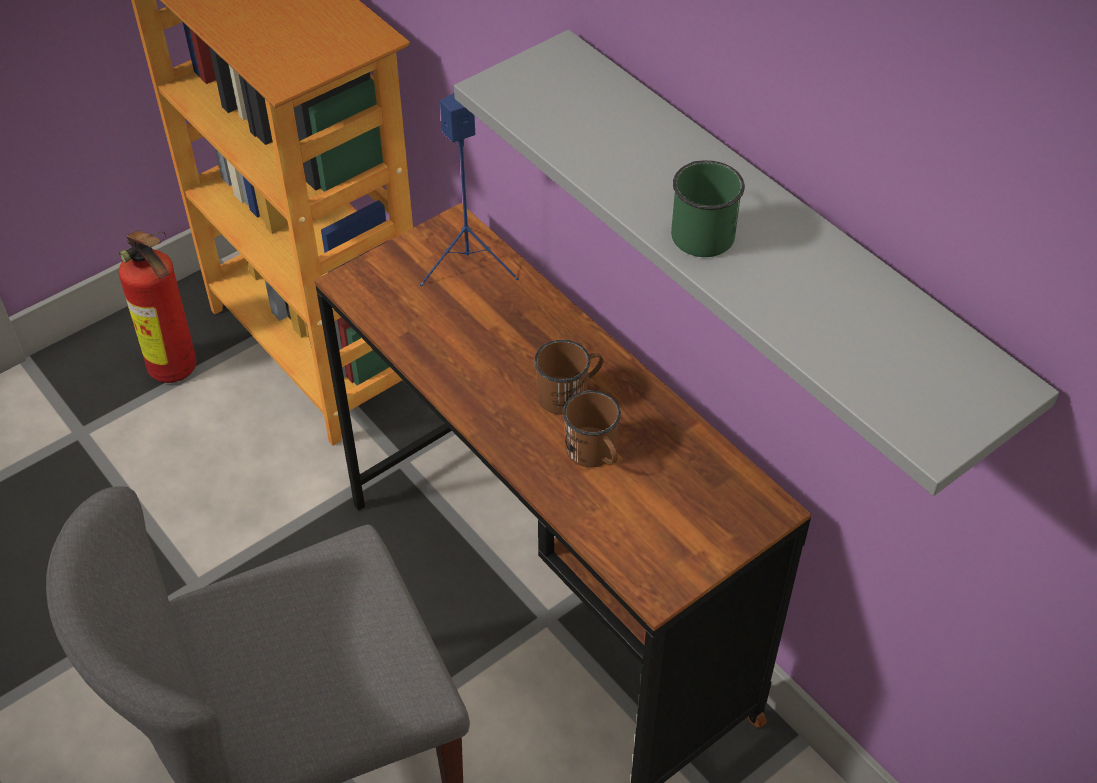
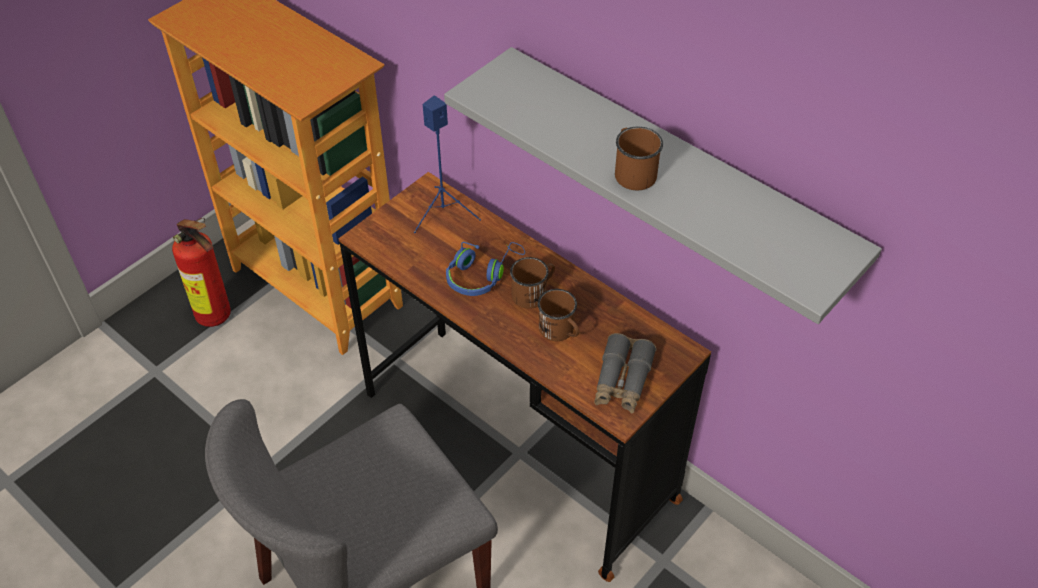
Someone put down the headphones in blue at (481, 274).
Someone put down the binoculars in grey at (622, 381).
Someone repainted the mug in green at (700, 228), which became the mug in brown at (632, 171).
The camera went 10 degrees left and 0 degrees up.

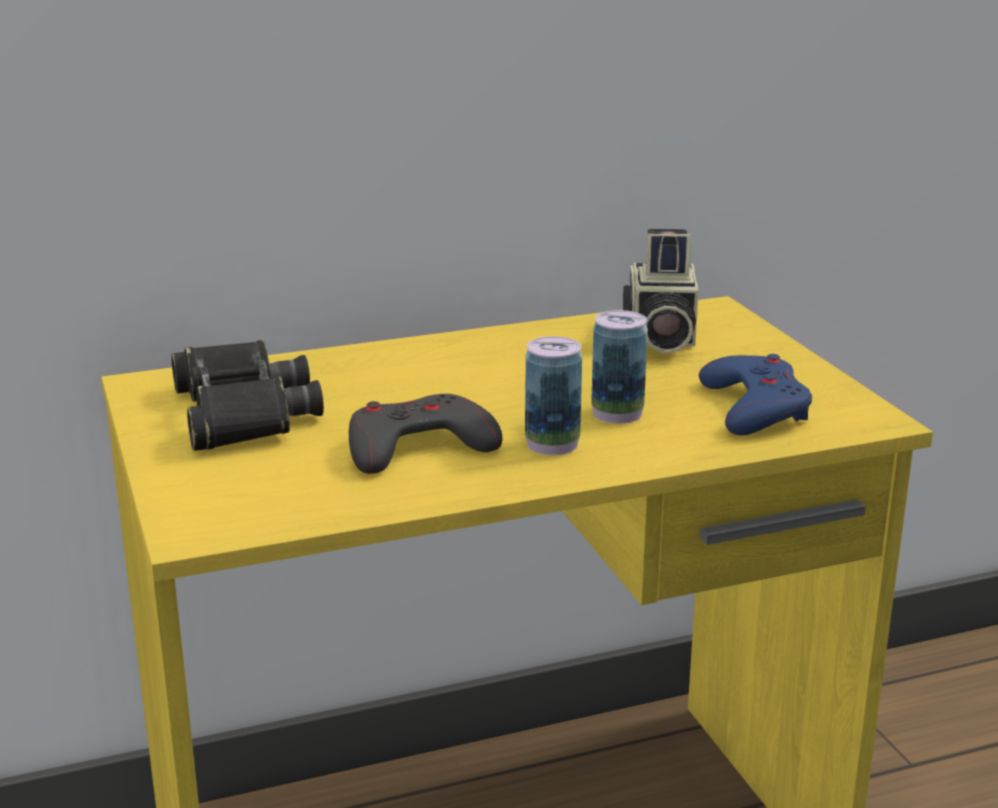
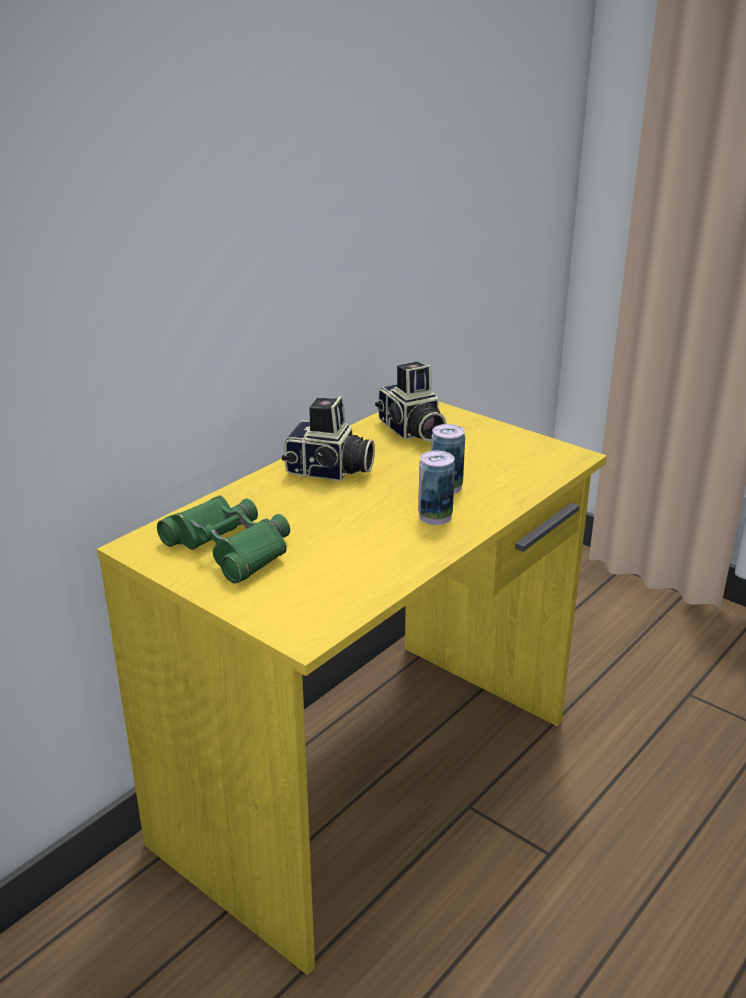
Someone took away the game controller in grey at (418, 447).
Someone took away the game controller in blue at (754, 407).
Someone put down the photo camera at (329, 471).
Someone repainted the binoculars in black at (241, 412), which became the binoculars in green at (229, 548).
The camera went 30 degrees left and 5 degrees up.

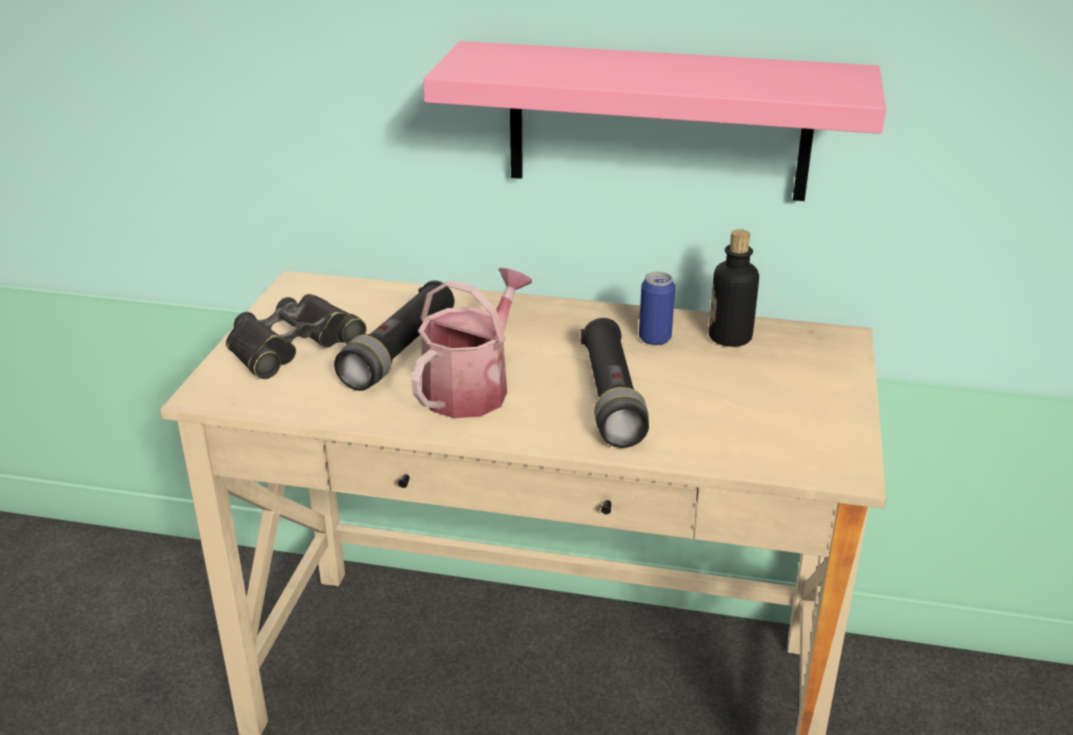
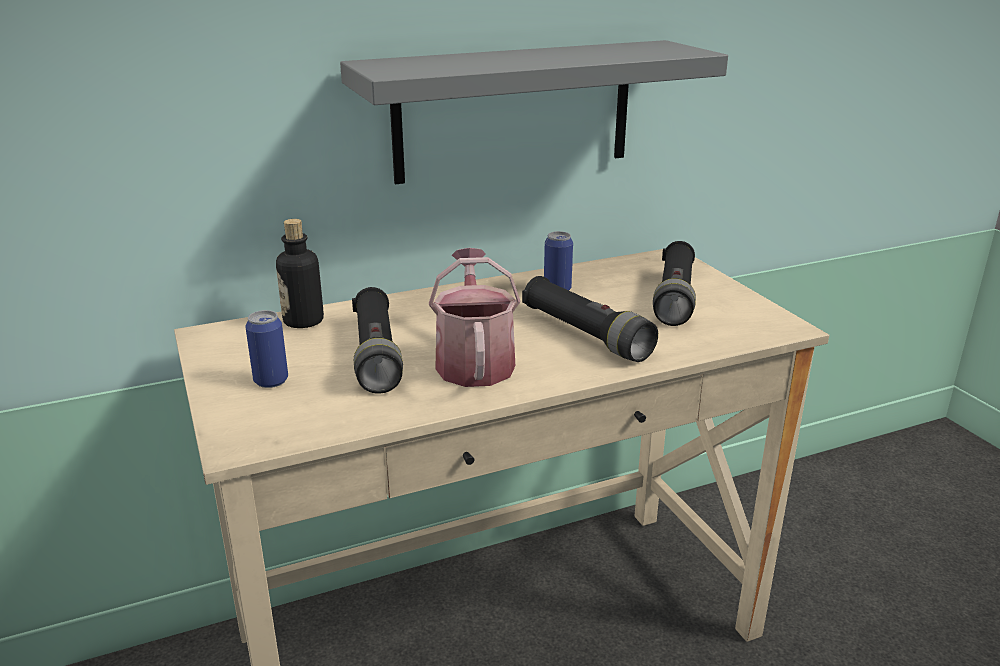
Someone put down the flashlight in black at (674, 297).
Someone carried the bottle from (730, 337) to (303, 321).
Someone swapped the binoculars in black at (292, 346) for the can at (271, 381).
Someone repainted the shelf in pink at (658, 122), which became the shelf in grey at (514, 111).
The camera went 35 degrees left and 5 degrees down.

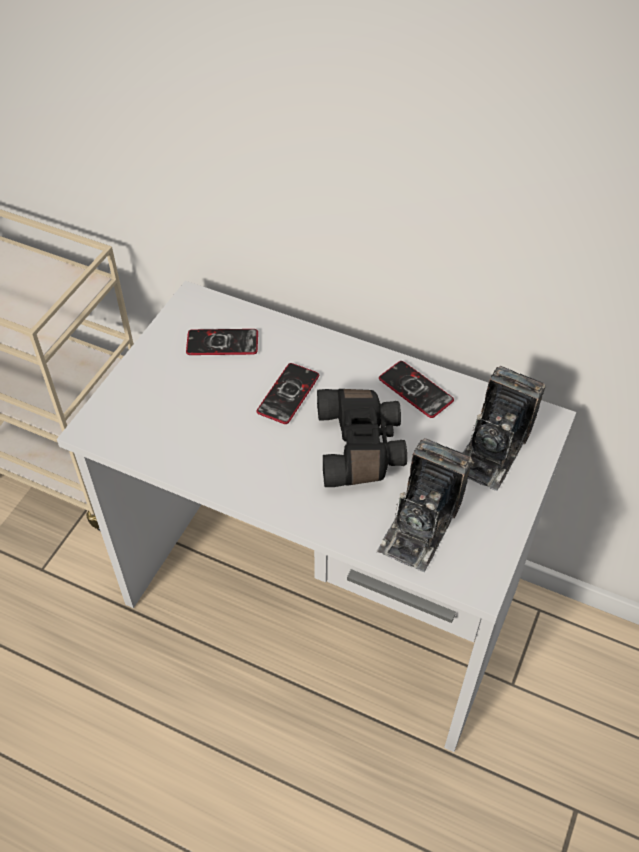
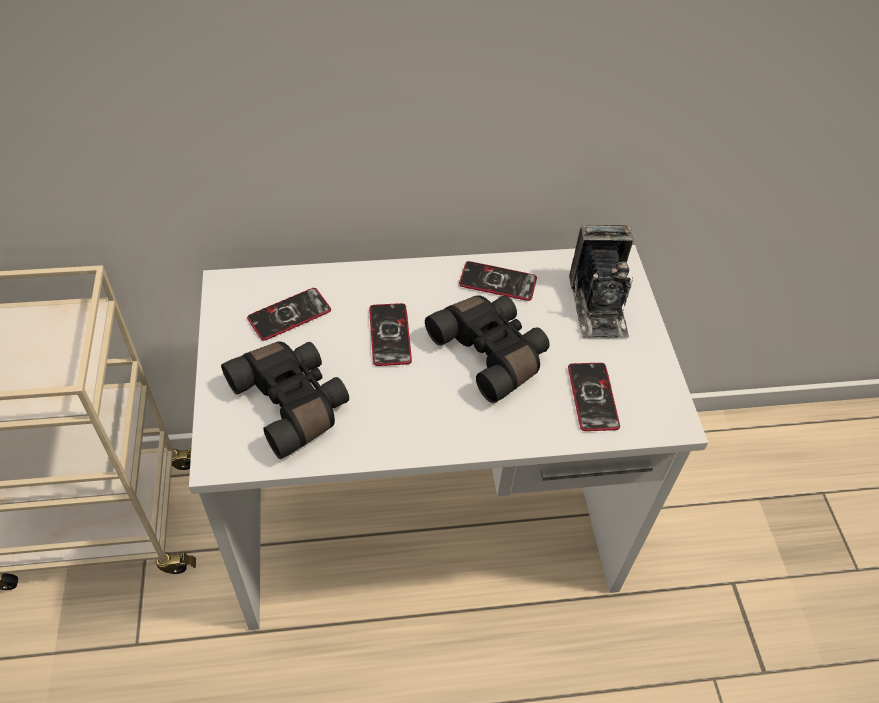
Someone put down the binoculars in black at (293, 402).
Someone swapped the photo camera at (420, 525) for the phone at (592, 397).
The camera went 35 degrees left and 0 degrees up.

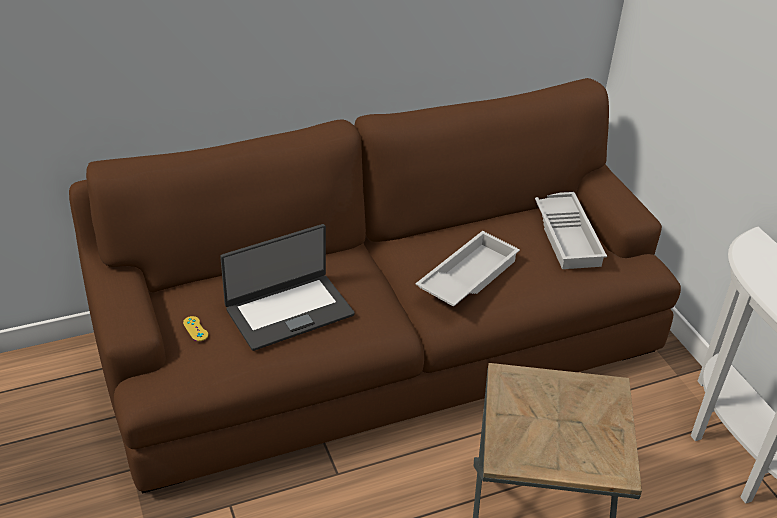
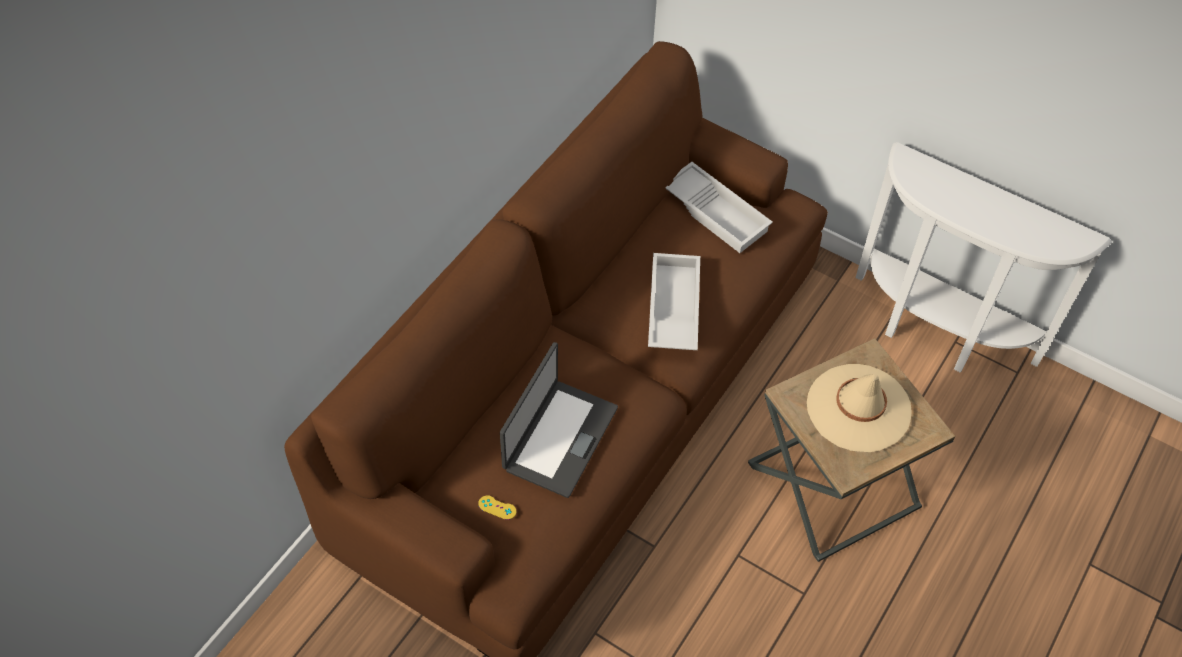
Someone put down the hat in beige at (858, 408).
The camera went 35 degrees left and 15 degrees up.

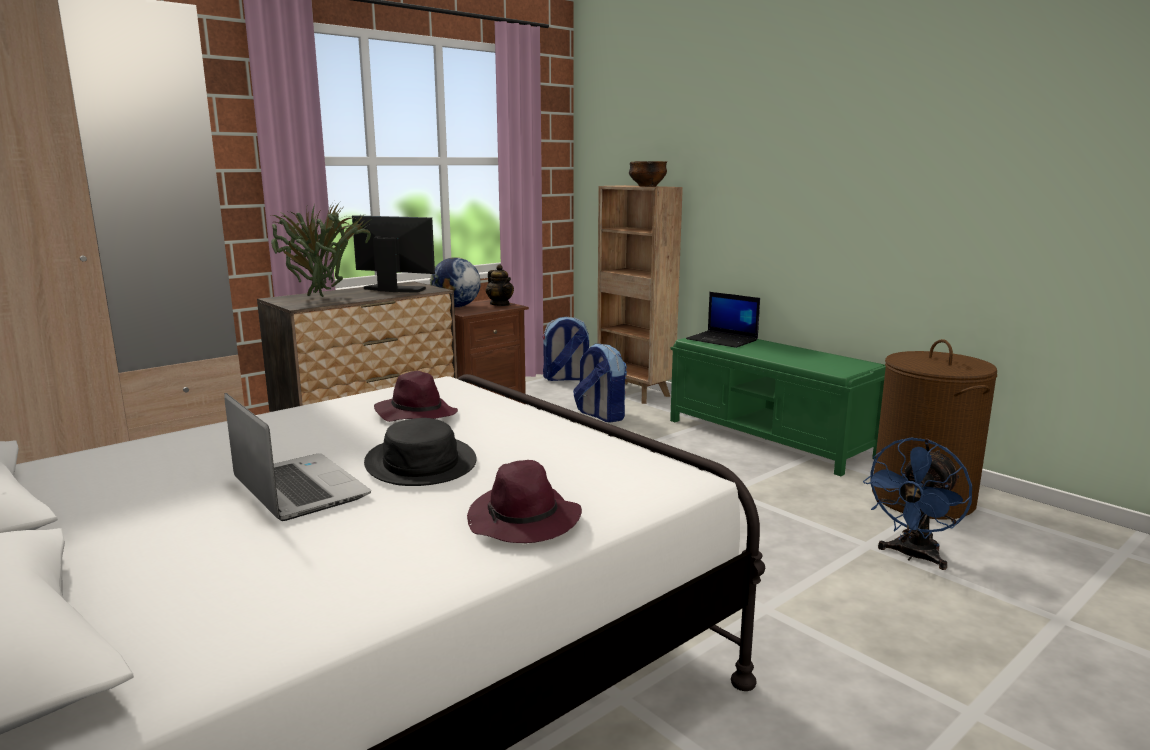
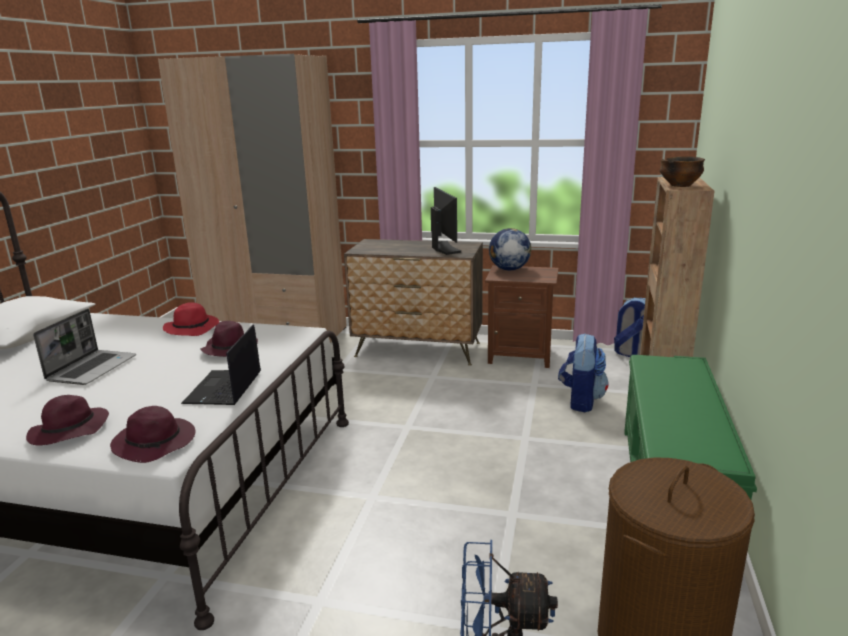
Someone took away the potted plant at (322, 297).
Someone took away the hat in black at (421, 463).
Someone took away the teapot at (500, 304).
Someone put down the hat in purple at (156, 443).
Someone put down the hat in red at (193, 328).
Someone carried the laptop from (723, 340) to (224, 388).
The camera went 55 degrees right and 5 degrees up.

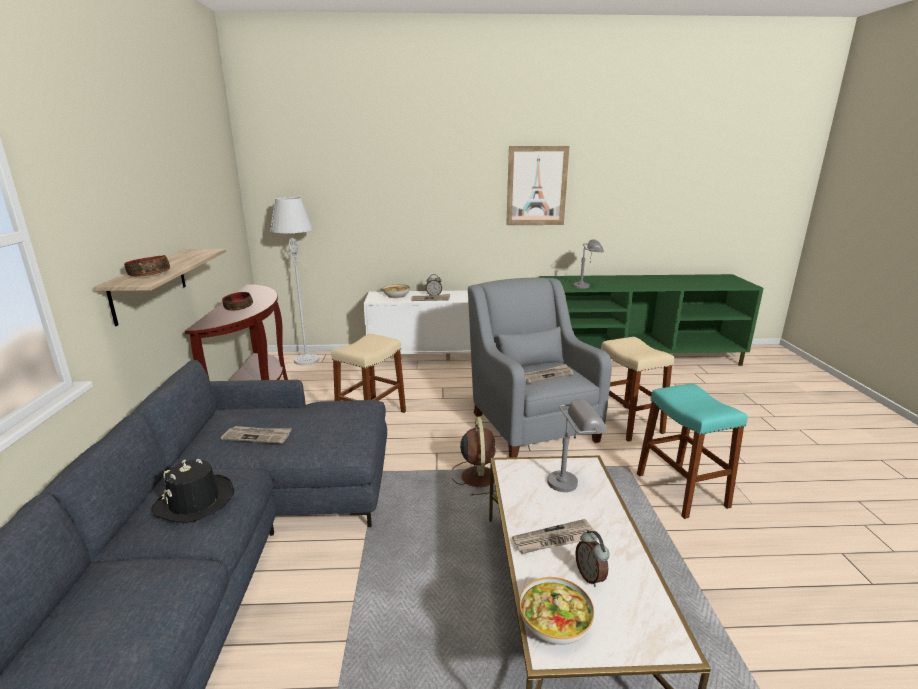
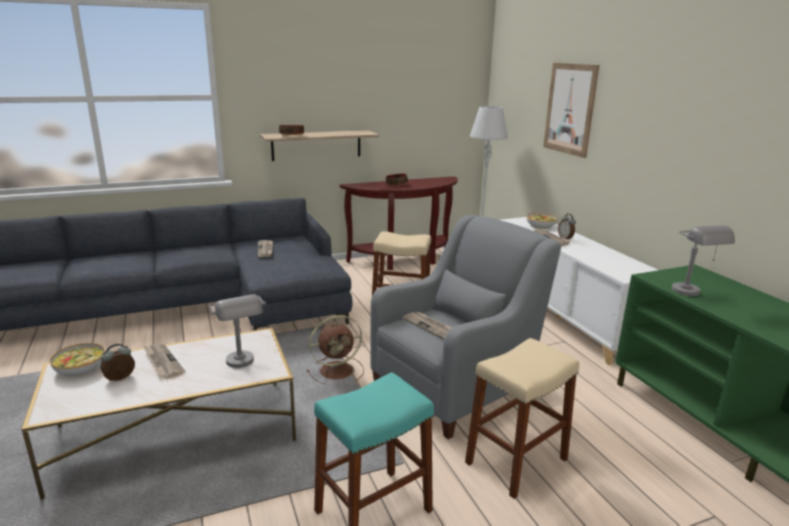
Someone took away the hat in black at (195, 502).
Someone carried the picture from (536, 186) to (570, 109).
The camera went 70 degrees right and 0 degrees up.

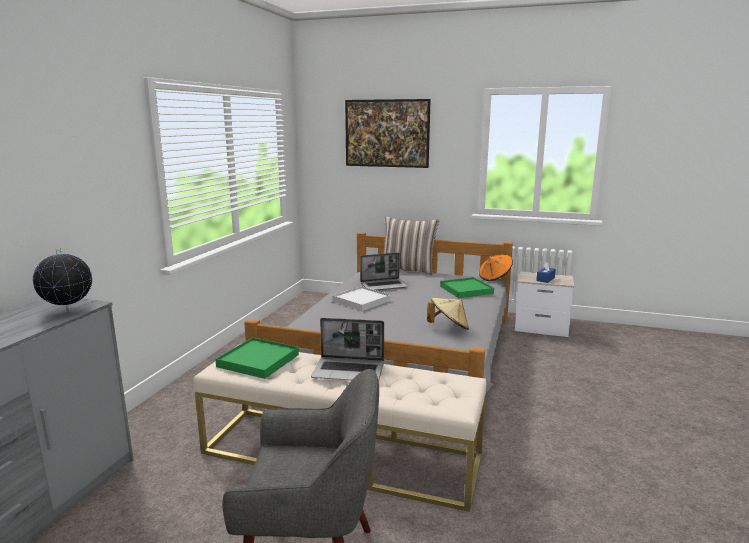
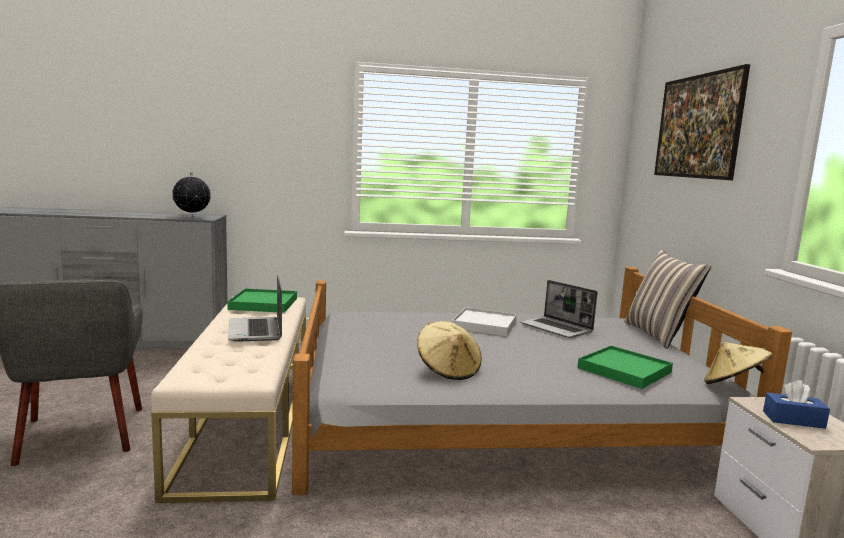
Someone repainted the hat in orange at (495, 278), which became the hat in beige at (735, 387).
The camera went 65 degrees right and 5 degrees down.

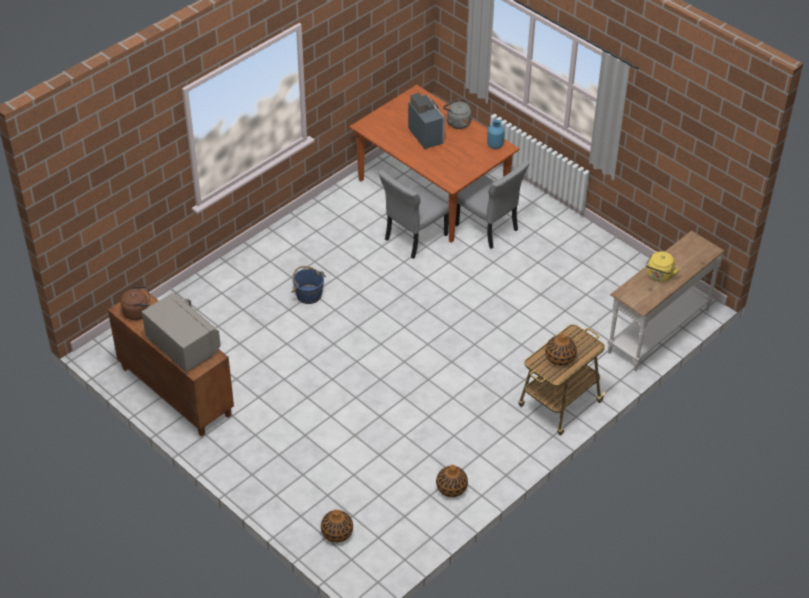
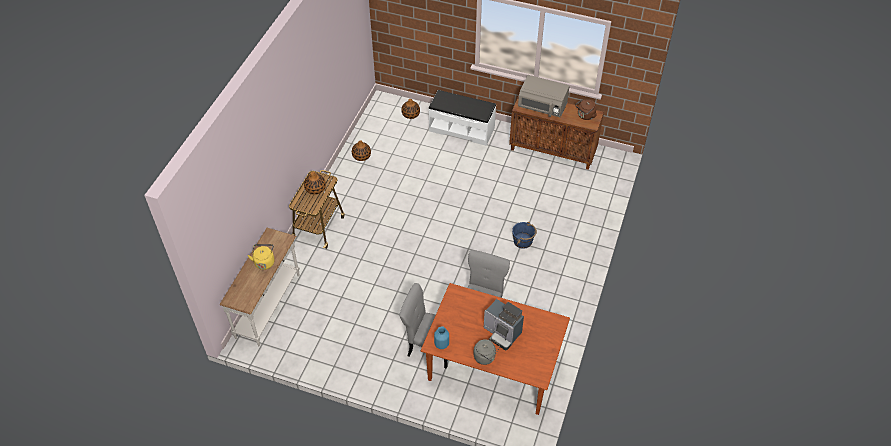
Someone put down the bench in white at (462, 129).
The camera went 155 degrees right and 5 degrees up.

